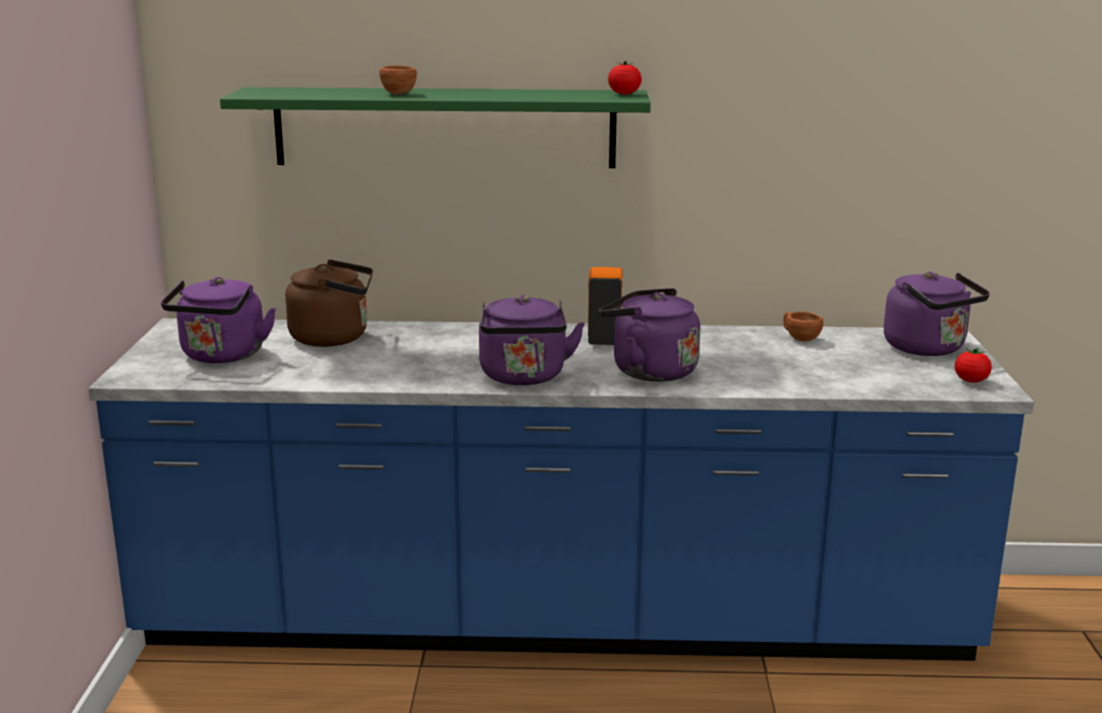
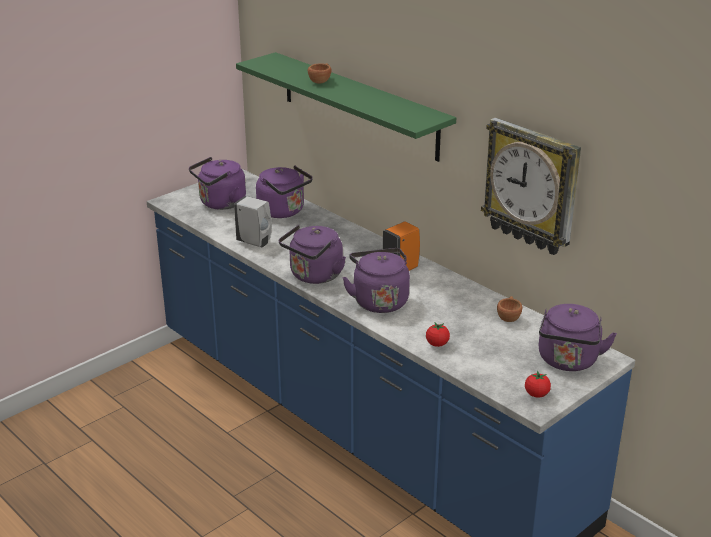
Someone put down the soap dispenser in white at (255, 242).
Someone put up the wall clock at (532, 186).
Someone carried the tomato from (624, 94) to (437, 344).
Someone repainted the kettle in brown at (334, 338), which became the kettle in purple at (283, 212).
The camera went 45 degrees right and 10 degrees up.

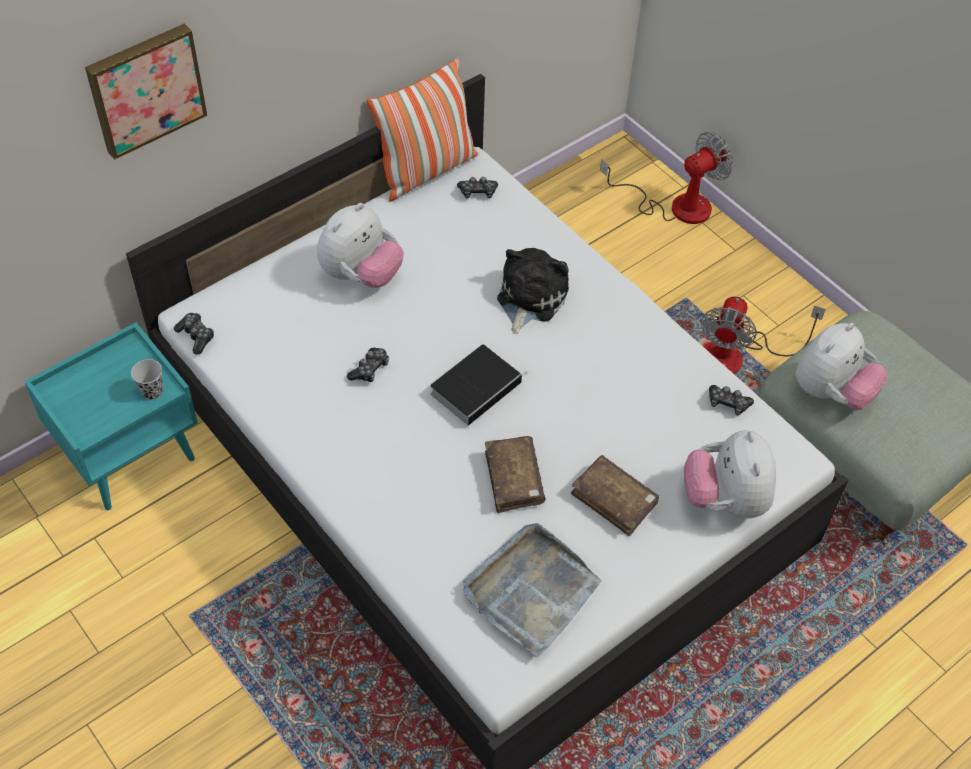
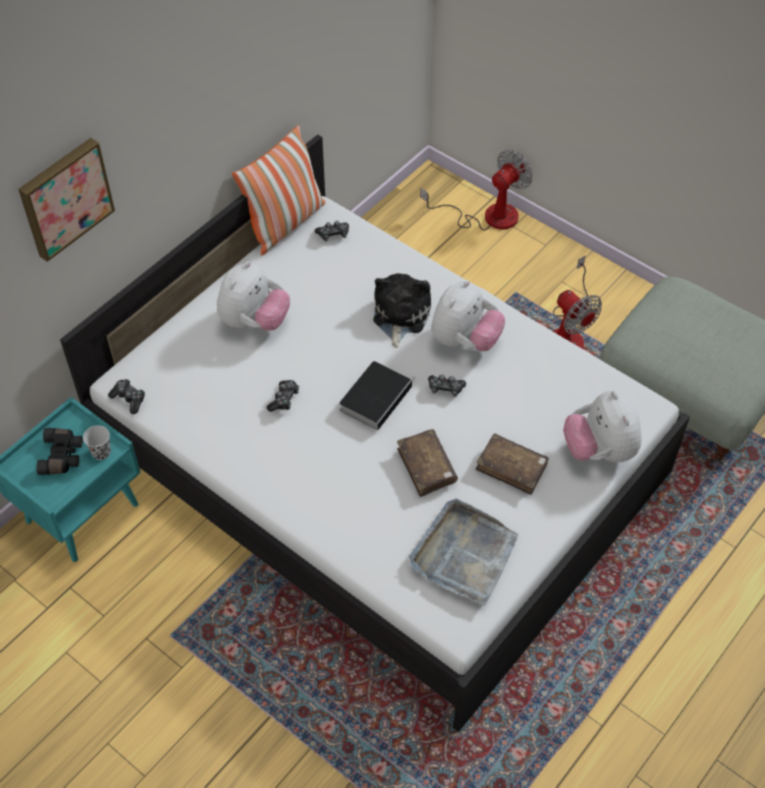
Someone put down the binoculars in black at (63, 456).
Someone carried the game controller from (728, 404) to (445, 388).
Someone carried the plush toy from (831, 392) to (464, 340).
Someone rotated the fan at (736, 356) by 45 degrees counterclockwise.
The camera went 10 degrees left and 0 degrees up.

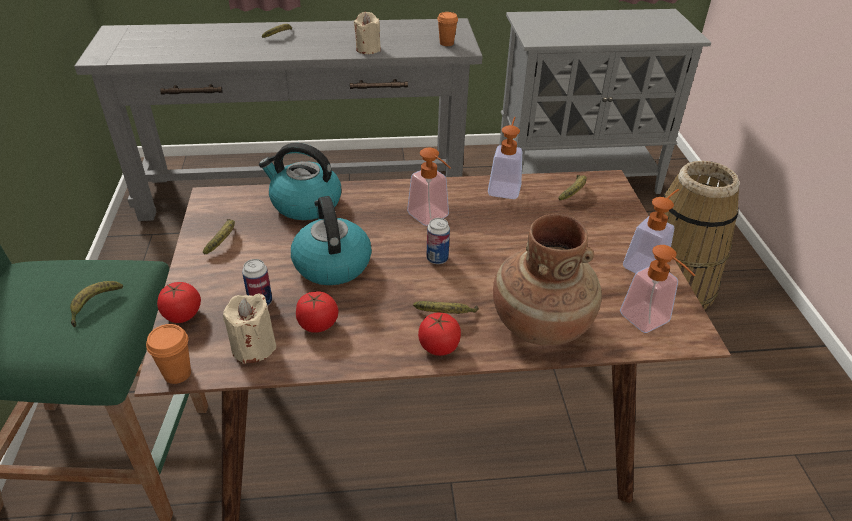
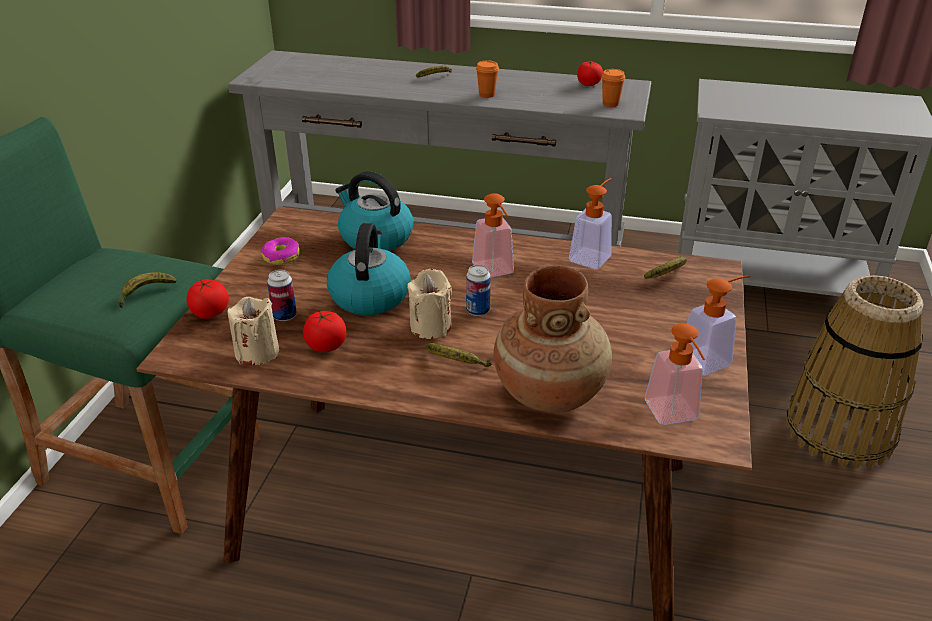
Someone carried the cup in orange from (177, 373) to (487, 95).
Someone carried the candle in beige from (368, 49) to (430, 327).
Someone carried the tomato from (439, 346) to (589, 84).
Someone swapped the banana at (223, 240) for the donut at (281, 257).
The camera went 20 degrees right and 5 degrees down.

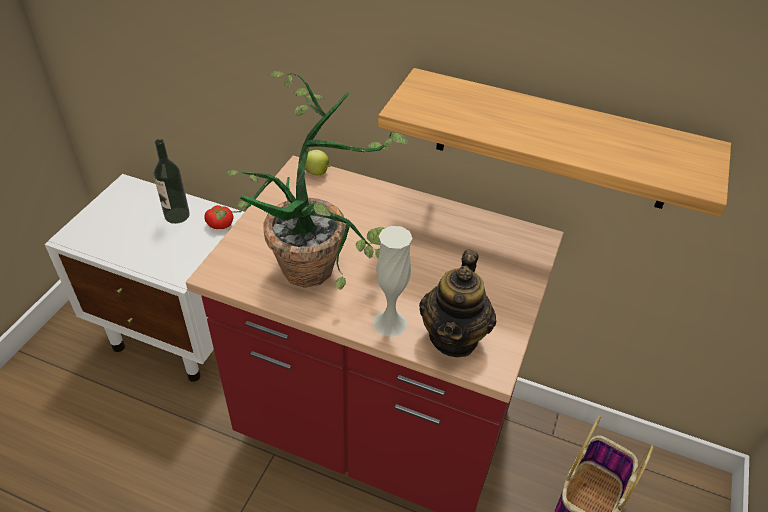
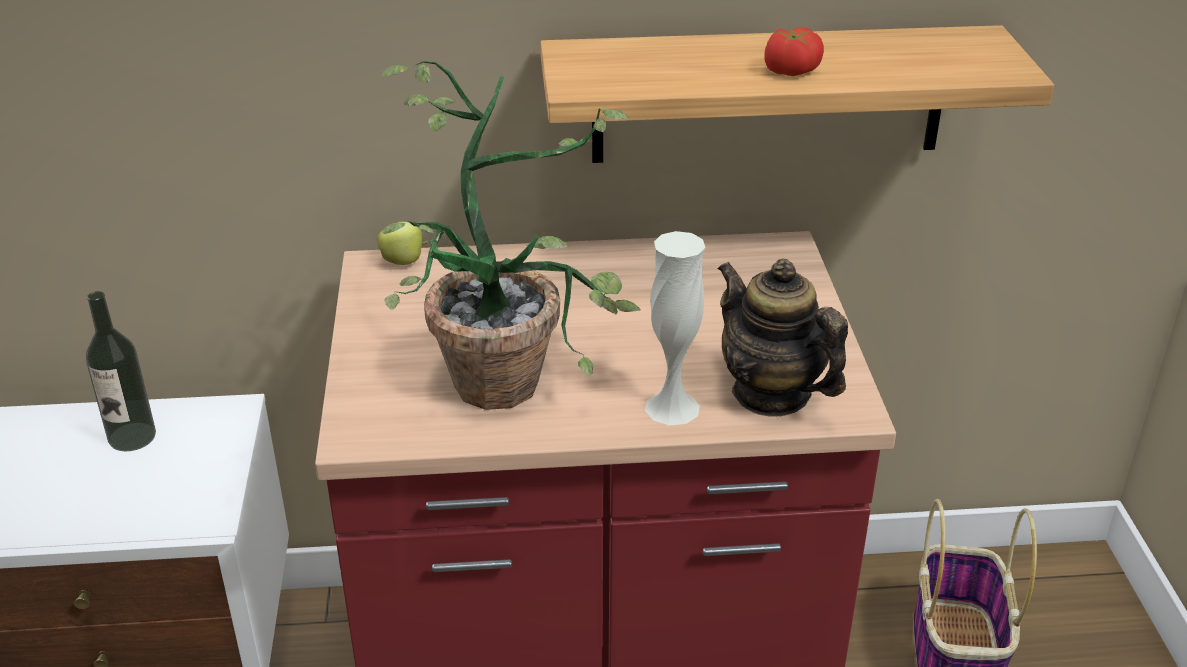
Someone carried the tomato from (220, 224) to (790, 70).
Someone rotated the teapot at (454, 337) by 150 degrees clockwise.
The camera went 25 degrees left and 10 degrees down.

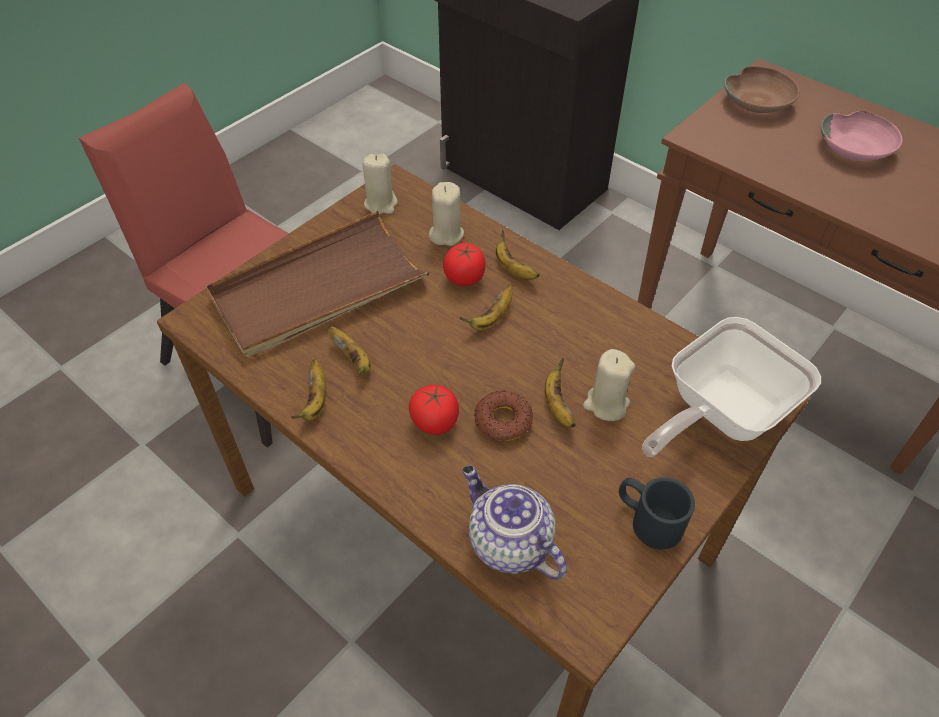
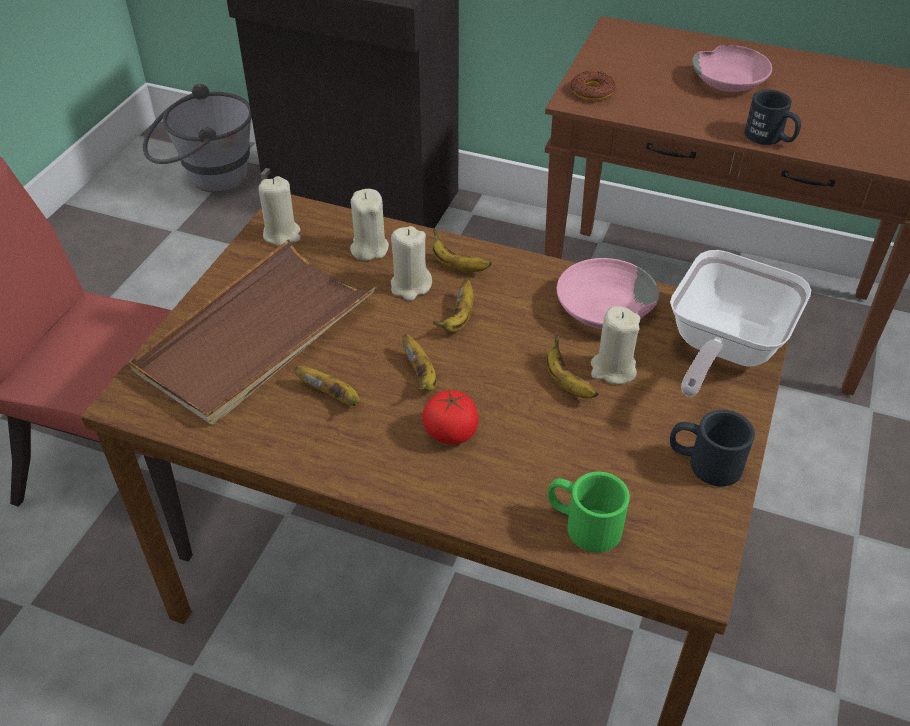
Someone took away the bowl in brown at (758, 101).
Someone put down the bucket in grey at (207, 178).
Someone put down the bowl in pink at (603, 308).
Someone put down the mug in black at (770, 138).
Someone carried the banana from (315, 401) to (421, 375).
Someone carried the donut from (503, 420) to (592, 91).
Someone swapped the tomato at (464, 277) for the candle in beige at (410, 286).
Someone swapped the teapot at (508, 542) for the mug in green at (582, 524).
The camera went 20 degrees left and 5 degrees down.

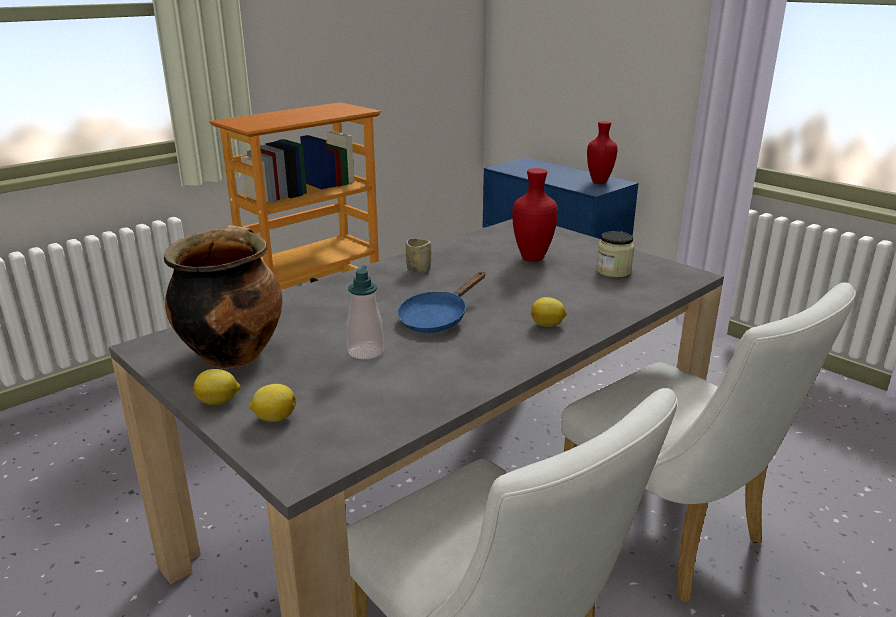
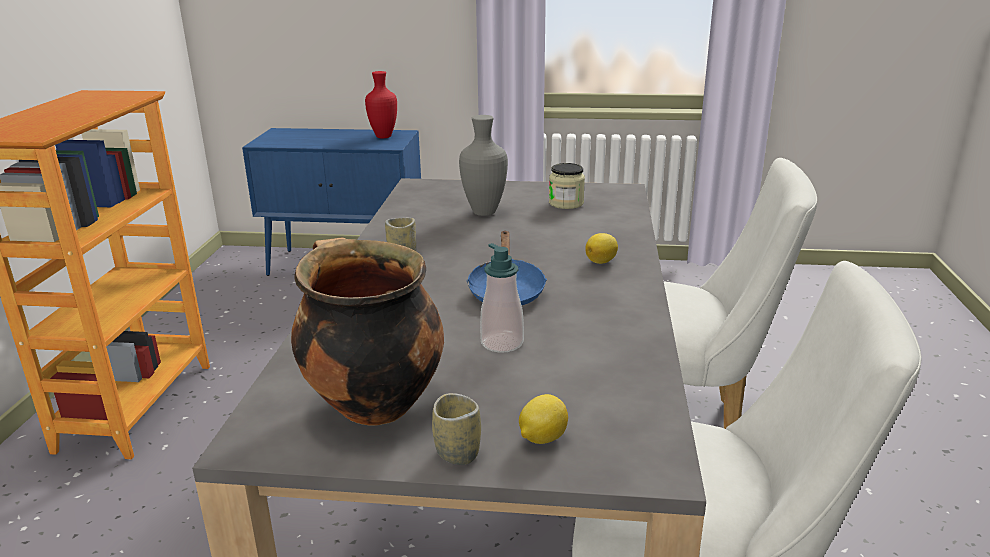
Someone swapped the lemon at (219, 402) for the cup at (457, 453).
Someone repainted the vase in red at (531, 258), which became the vase in grey at (482, 212).
The camera went 40 degrees left and 0 degrees up.

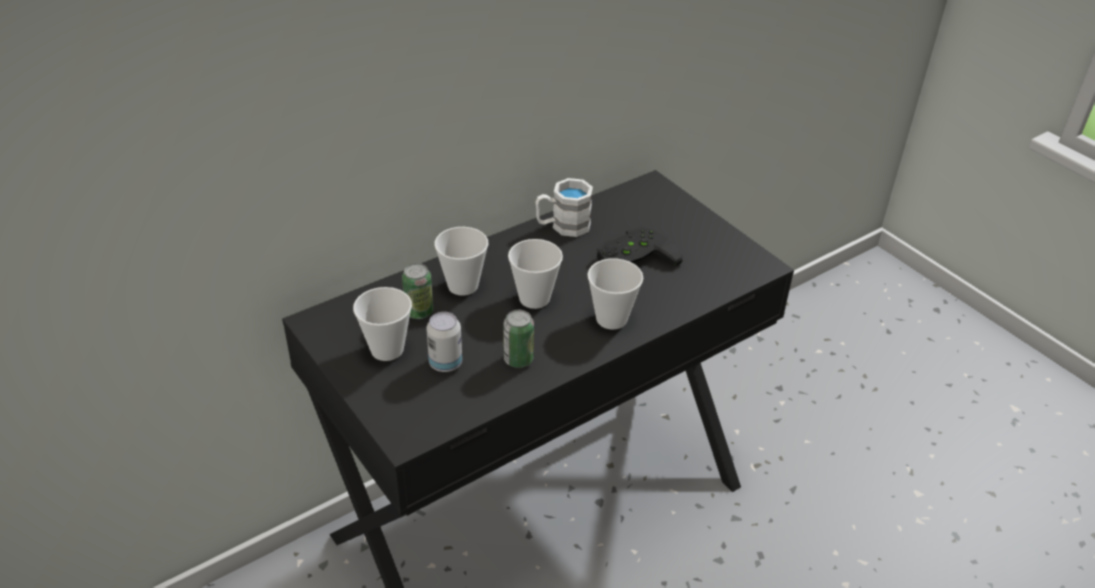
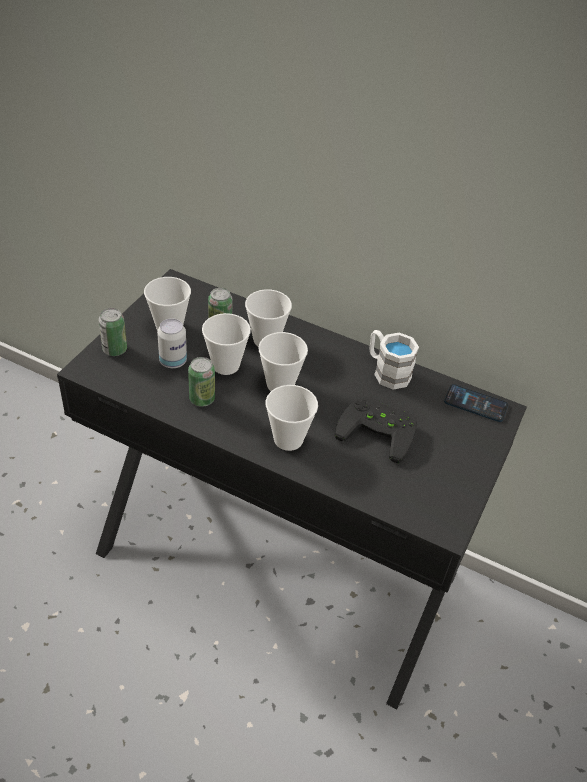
Someone put down the can at (115, 349).
Someone put down the cup at (226, 365).
Someone put down the phone at (475, 404).
The camera went 60 degrees right and 5 degrees up.

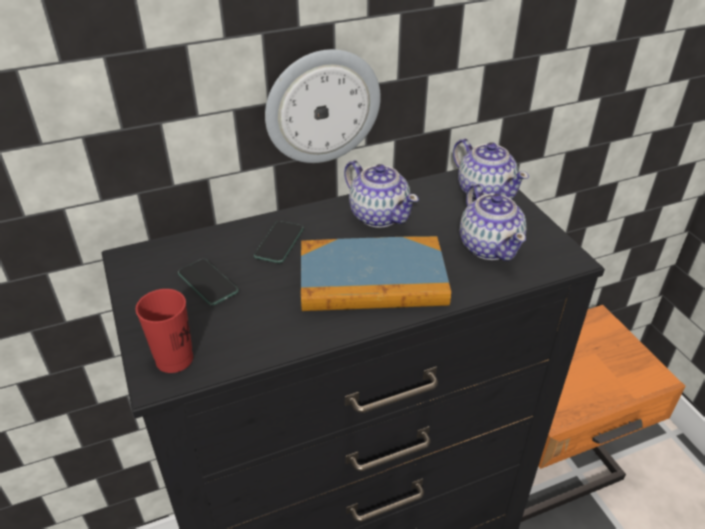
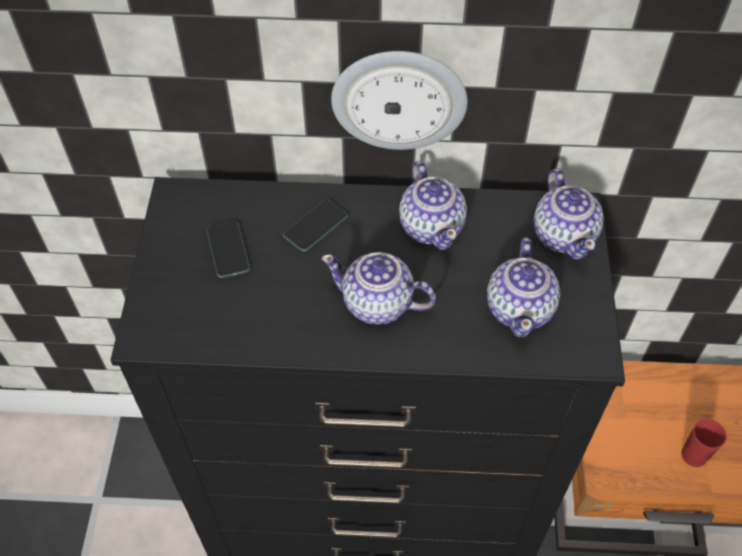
Someone carried the cup in red from (174, 359) to (694, 455).
Someone swapped the book at (372, 279) for the teapot at (378, 304).
The camera went 25 degrees right and 15 degrees up.

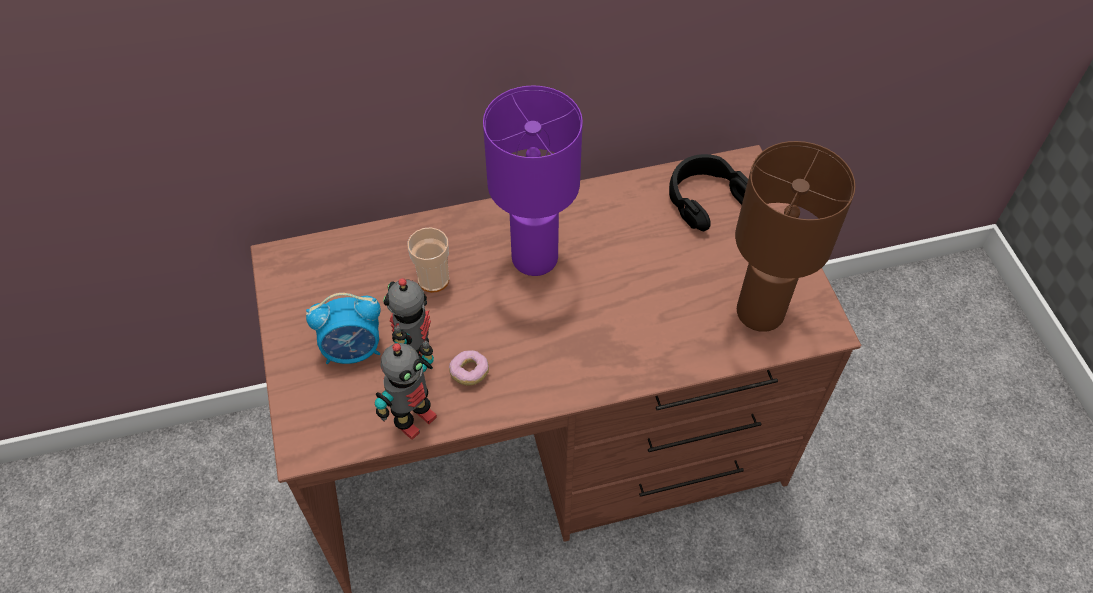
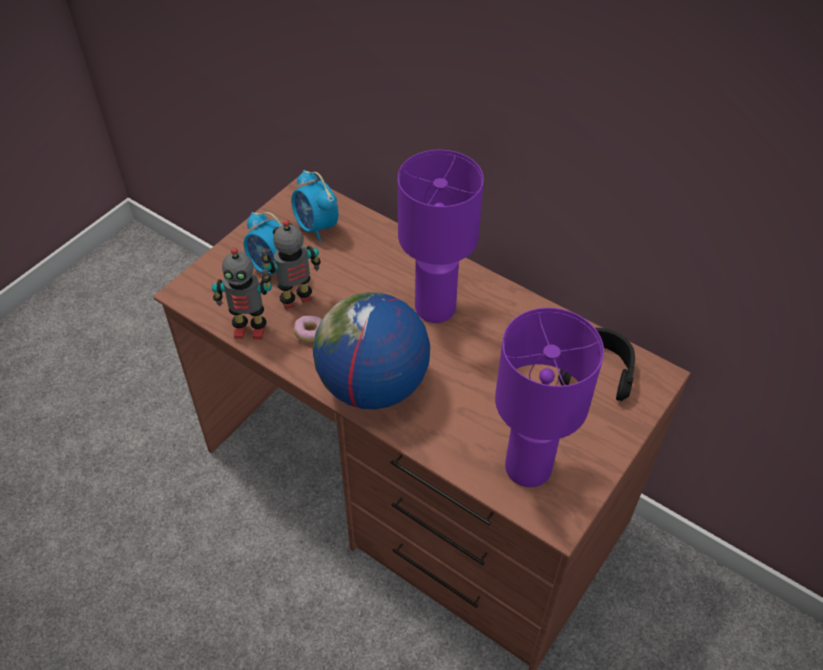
Someone took away the cup at (433, 279).
Someone put down the alarm clock at (316, 227).
Someone put down the globe at (372, 385).
Someone repainted the table lamp in brown at (760, 313), which became the table lamp in purple at (527, 469).
The camera went 50 degrees right and 5 degrees down.

